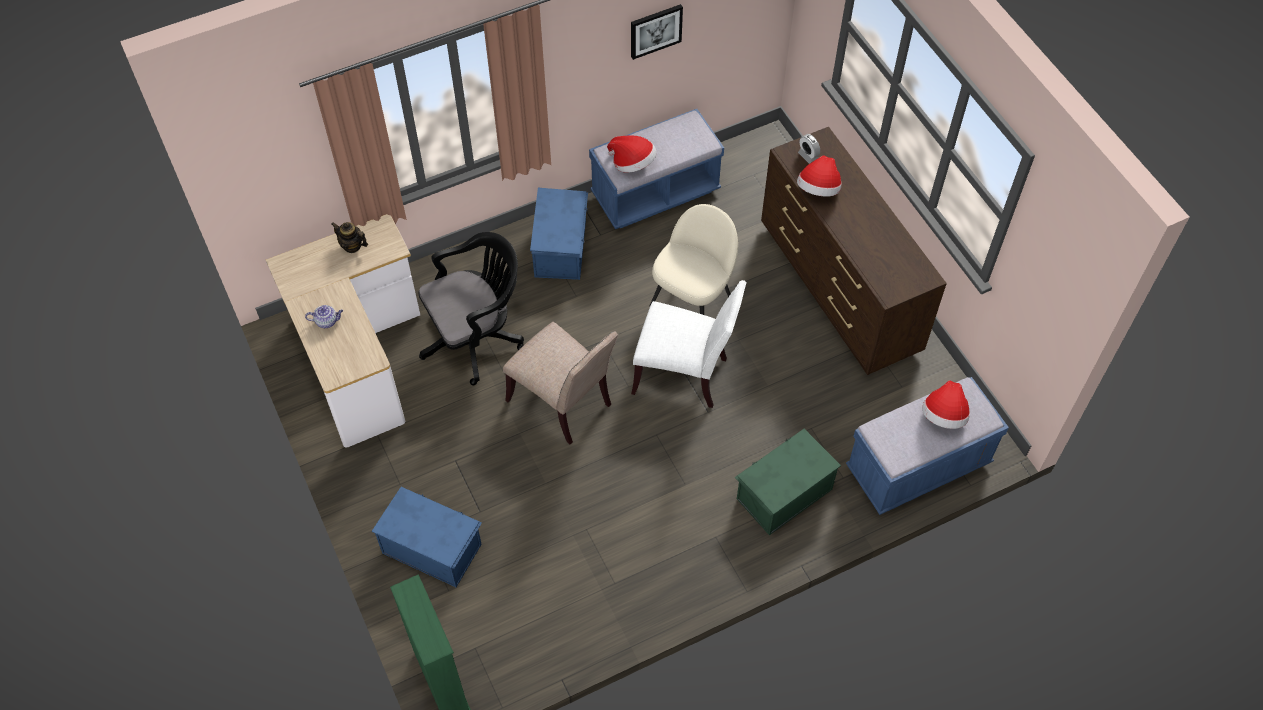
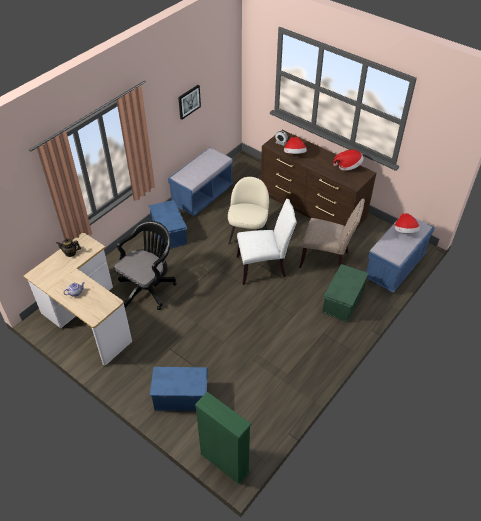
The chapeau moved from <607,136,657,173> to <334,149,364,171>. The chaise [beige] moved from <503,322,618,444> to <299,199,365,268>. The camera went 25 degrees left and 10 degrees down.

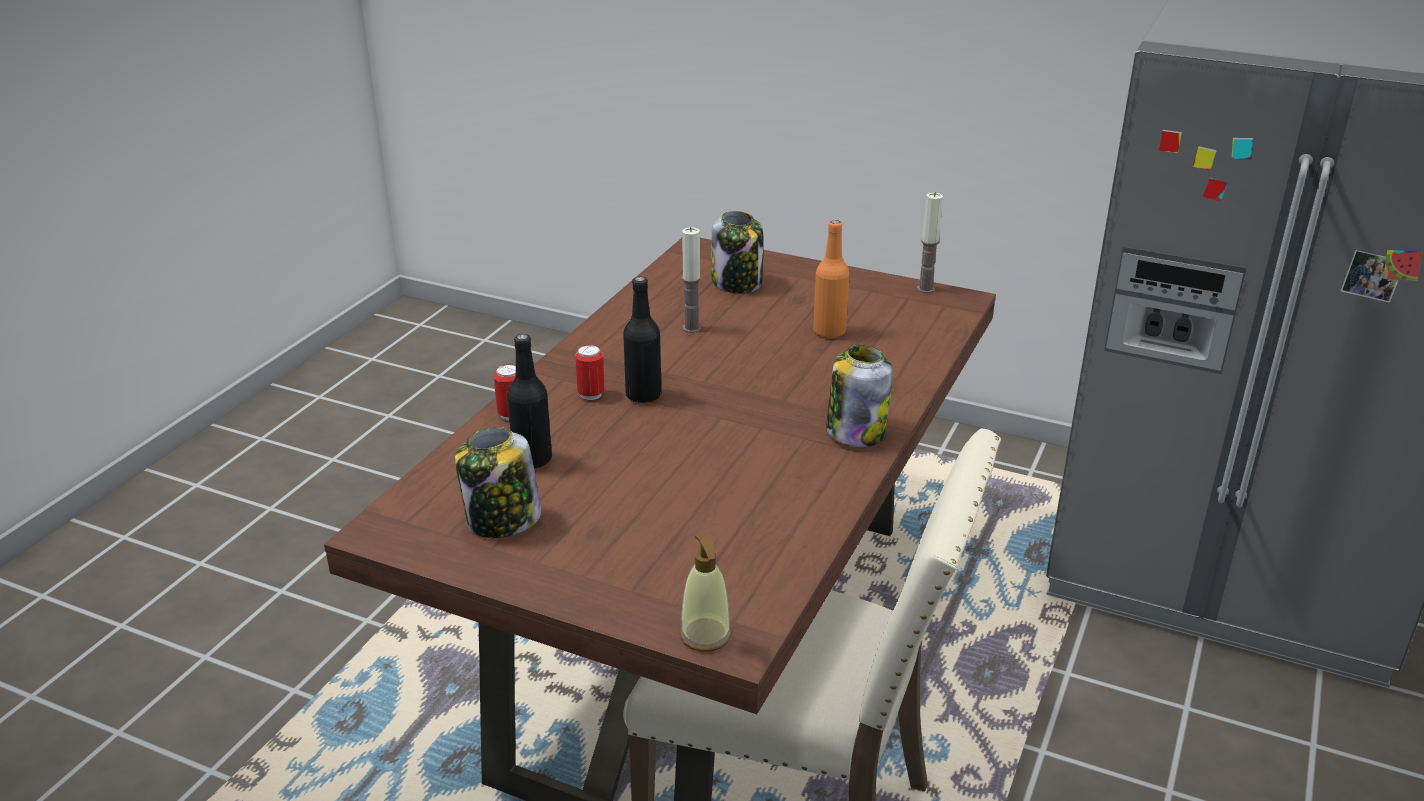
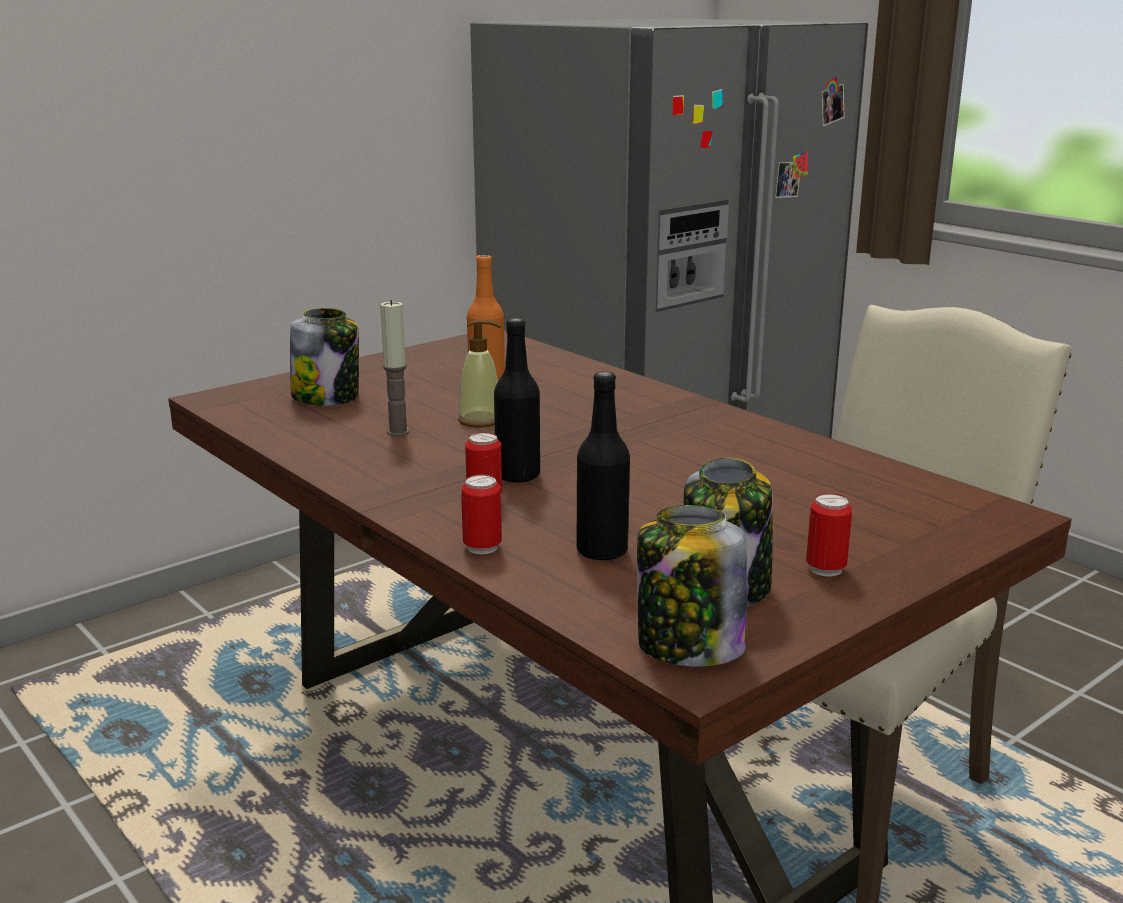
The bougie at <917,192,943,293> disappeared. The bocal moved from <826,345,893,447> to <637,505,747,666>. The distributeur de savon moved from <680,533,732,652> to <458,319,502,427>. The boîte métallique at <806,493,852,577> appeared. The camera went 65 degrees left and 10 degrees down.

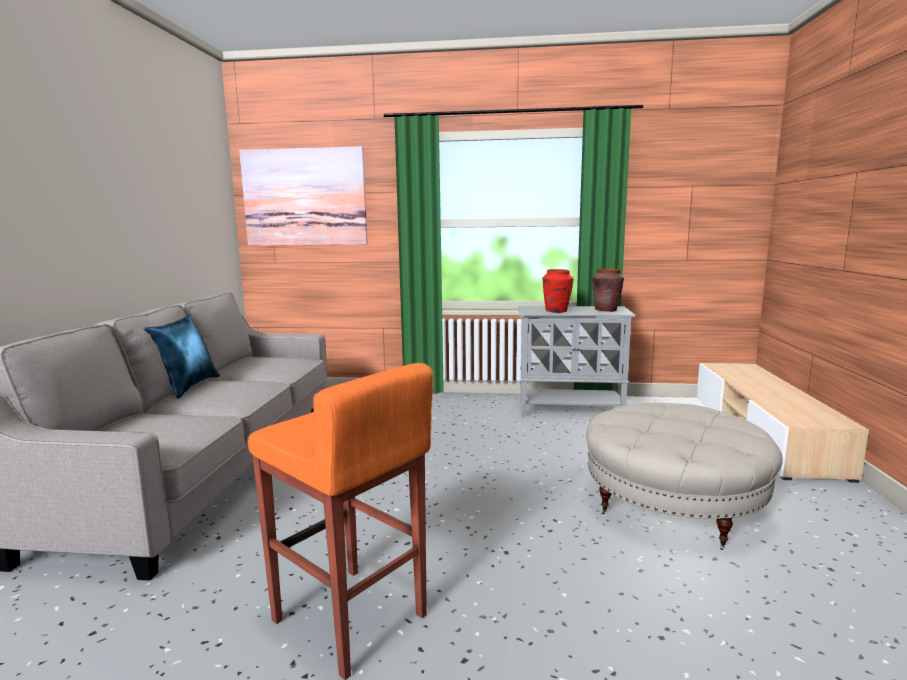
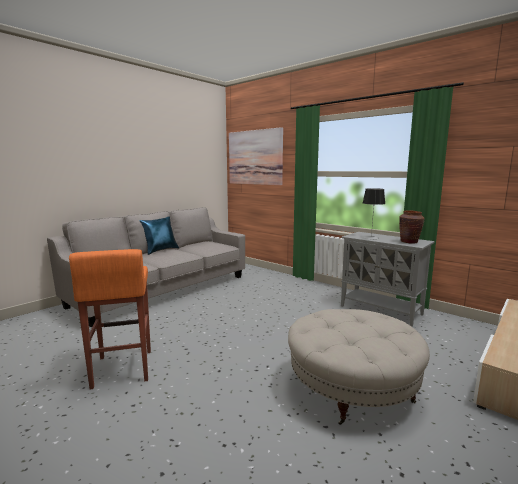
The vase [rouge] at <542,269,574,313> was replaced by the lampe de table at <363,188,385,239>. The camera went 35 degrees right and 0 degrees up.

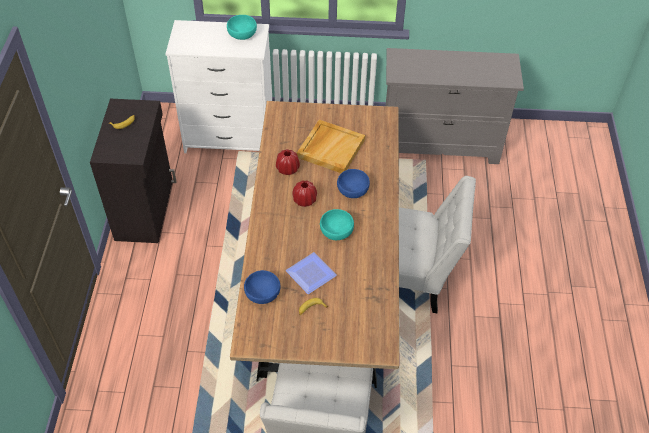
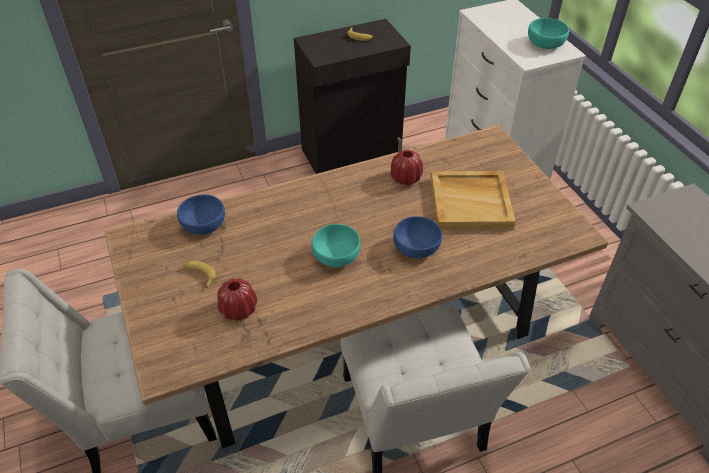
The vase [rouge] moved from <292,180,317,207> to <217,278,257,321>. The assiette at <286,252,337,294> disappeared. The camera went 65 degrees right and 5 degrees down.

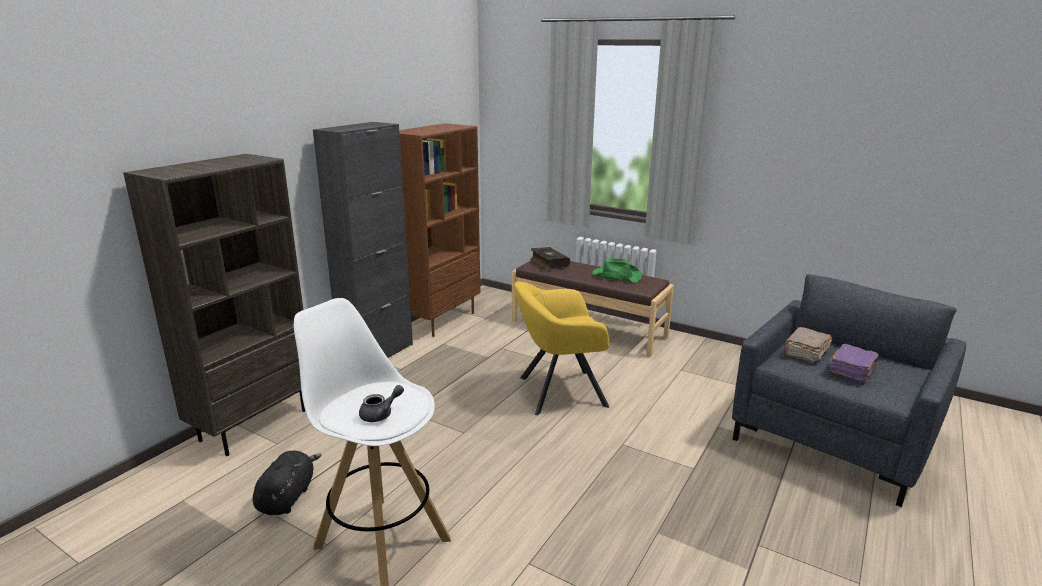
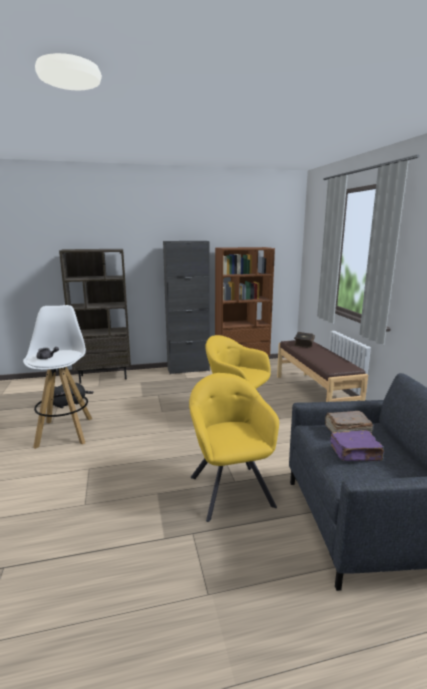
The chapeau [vert] at <592,258,642,282> disappeared. The fauteuil [jaune] at <189,373,279,522> appeared. The camera went 45 degrees right and 5 degrees down.

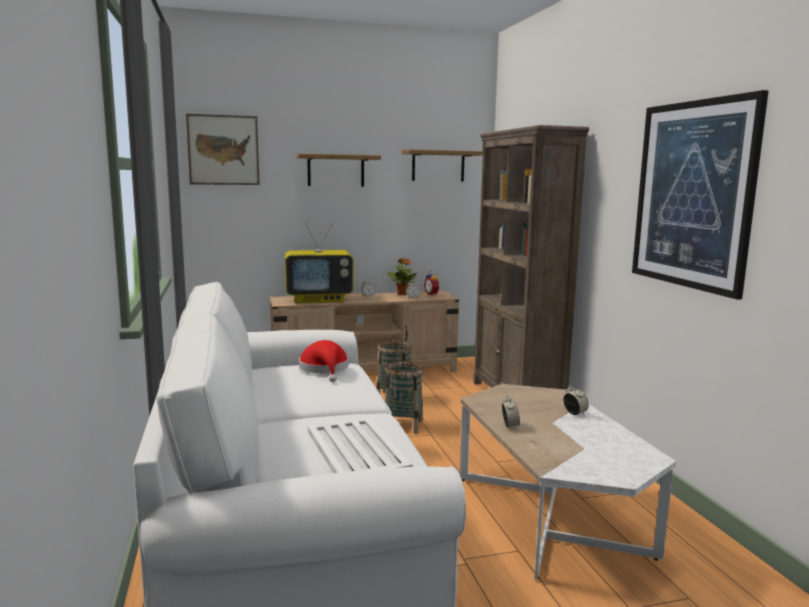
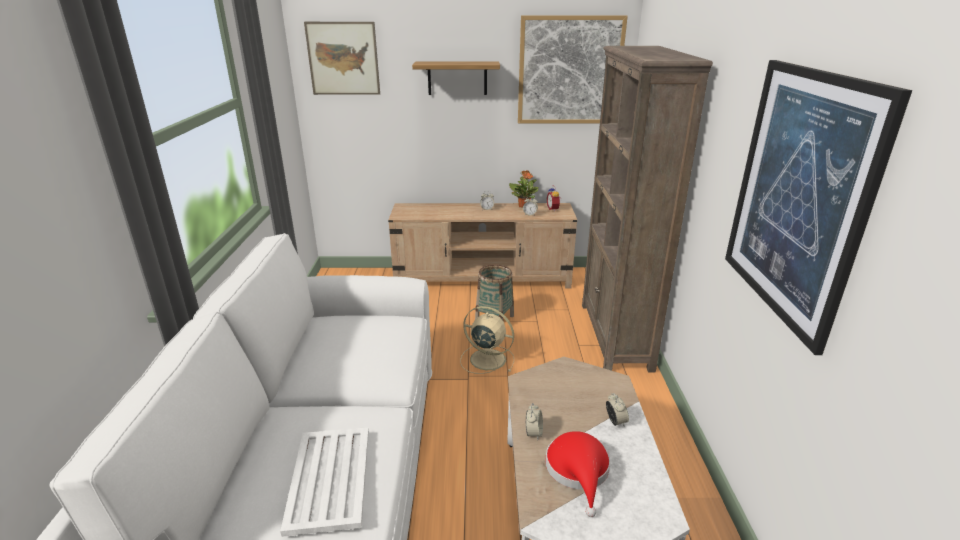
The étagère at <402,149,483,181> was replaced by the tableau at <518,15,628,123>. The téléviseur at <285,223,353,303> disappeared. The chapeau [rouge] moved from <299,340,348,382> to <545,431,610,517>. The panier at <385,361,423,434> was replaced by the ventilateur [beige] at <460,306,514,374>. The camera went 15 degrees right and 15 degrees up.

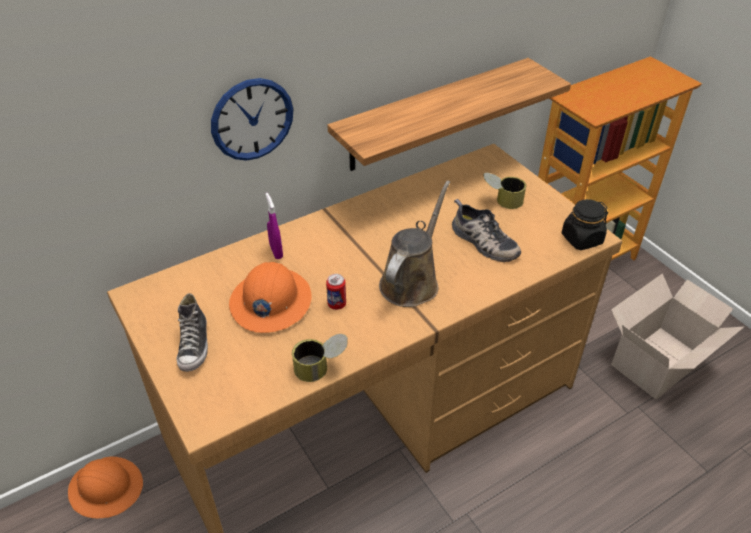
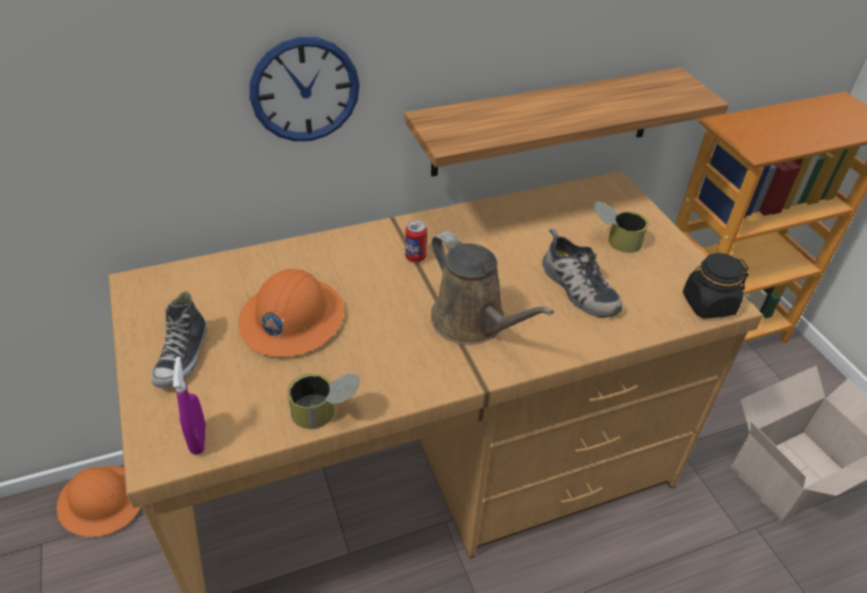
The arrosoir [marron] at <379,181,450,307> turned 105 degrees clockwise. The vaporisateur [violet] moved from <266,193,283,259> to <173,357,206,455>. The boîte métallique moved from <326,274,346,310> to <405,220,427,262>. The camera went 10 degrees right and 0 degrees up.

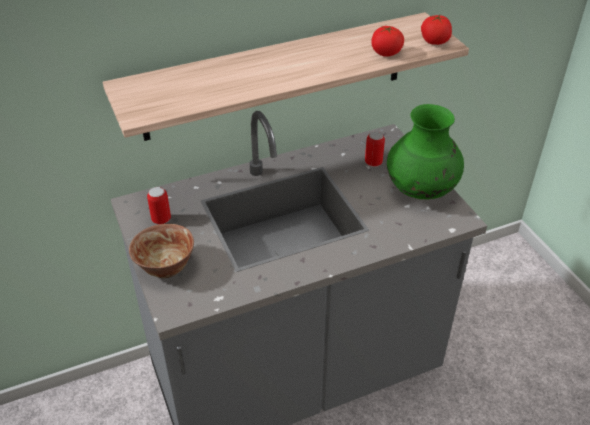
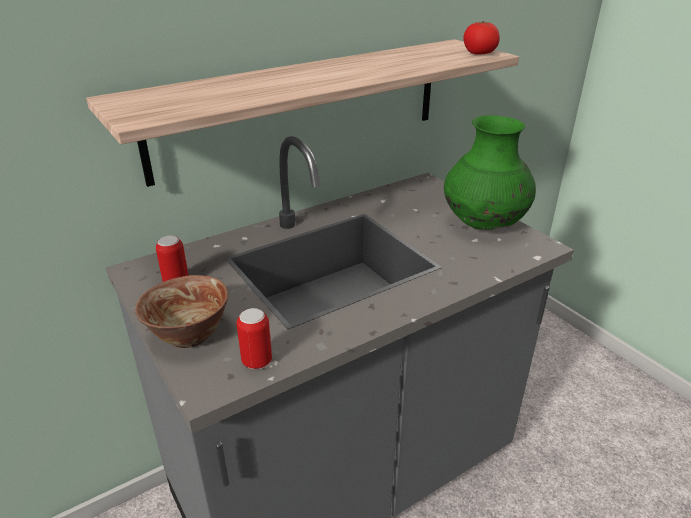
The tomate at <371,26,404,57> disappeared. The boîte métallique moved from <365,131,385,167> to <237,308,272,370>. The camera went 10 degrees left and 10 degrees down.

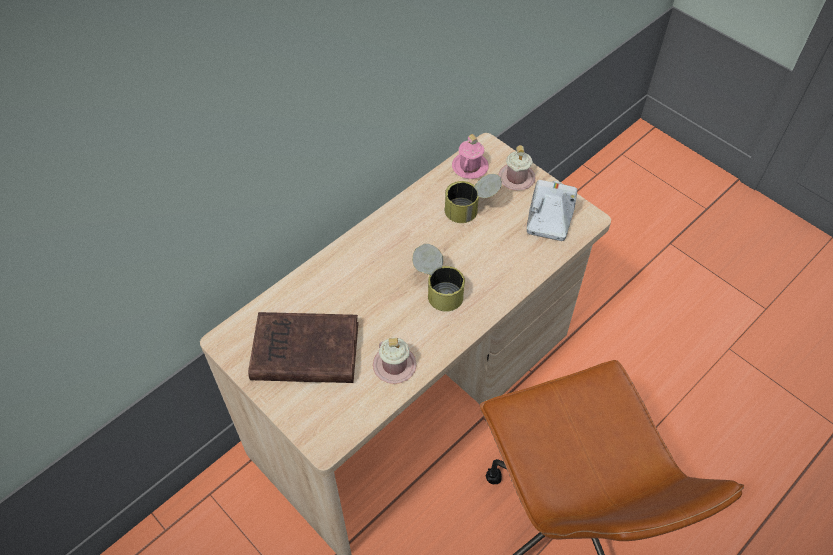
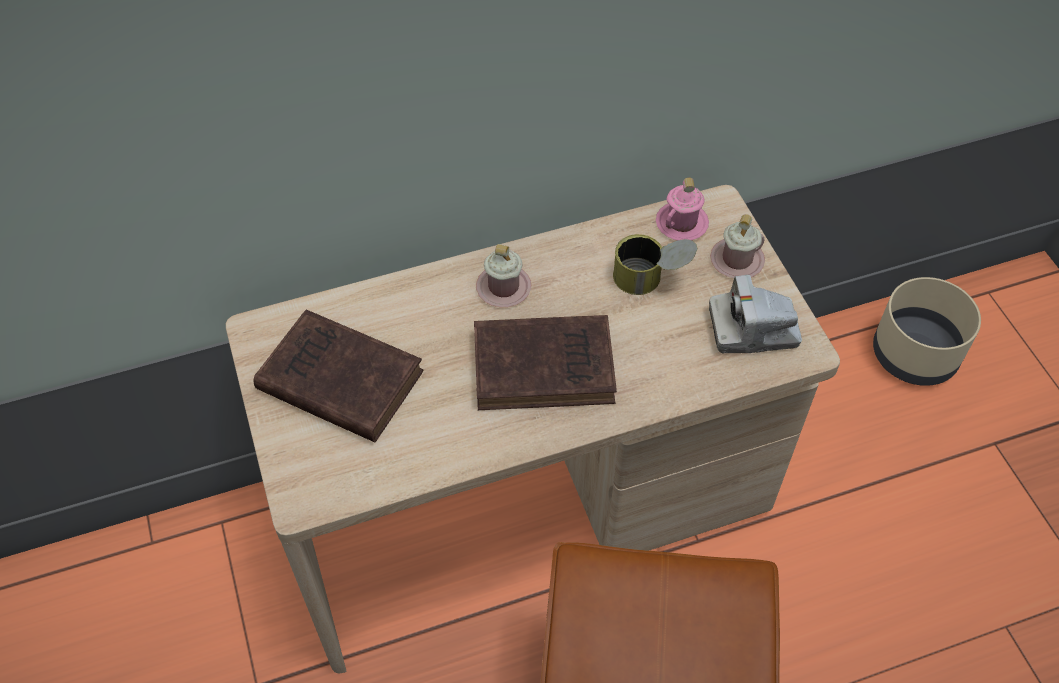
The appareil photo at <527,180,577,241> turned 135 degrees counterclockwise. The boîte métallique at <412,244,465,312> was replaced by the livre [marron] at <474,315,617,410>. The mug [rose] moved from <373,338,417,384> to <476,244,531,307>. The cache-pot [beige] at <873,277,981,386> appeared. The camera went 25 degrees right and 0 degrees up.

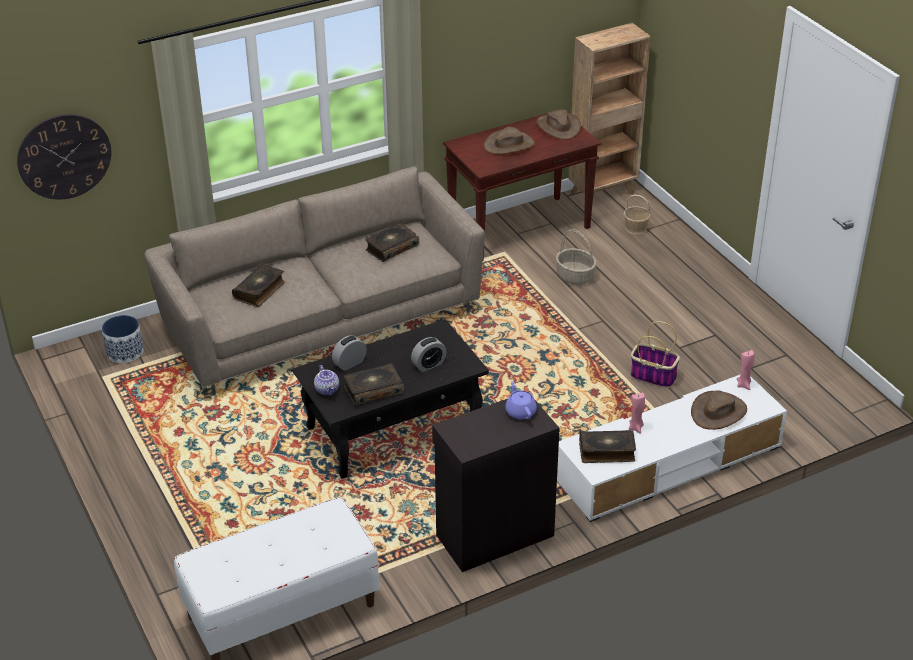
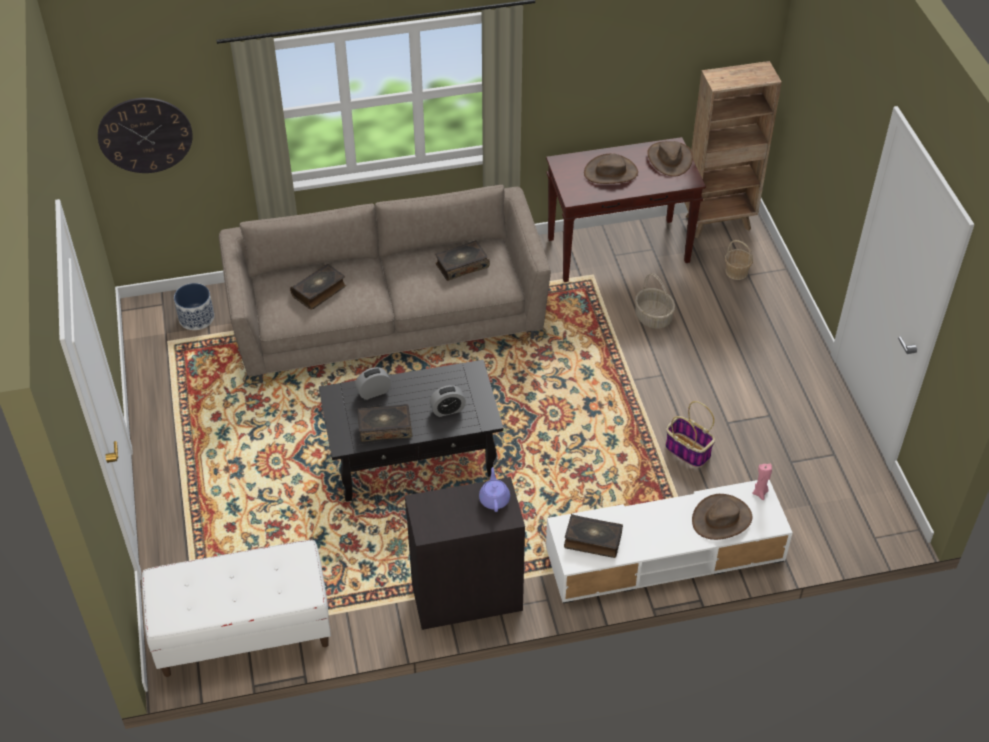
The théière at <314,365,339,396> disappeared. The bougie [rose] at <629,393,645,434> disappeared. The camera went 15 degrees right and 10 degrees up.

